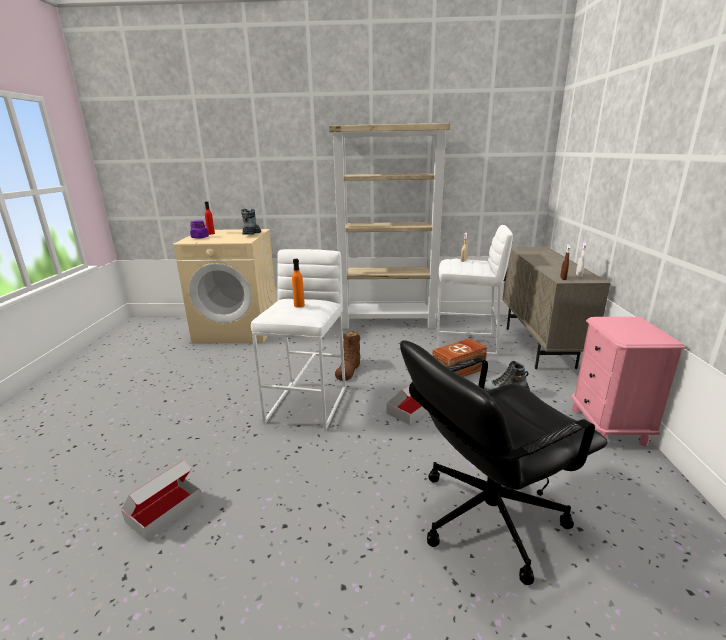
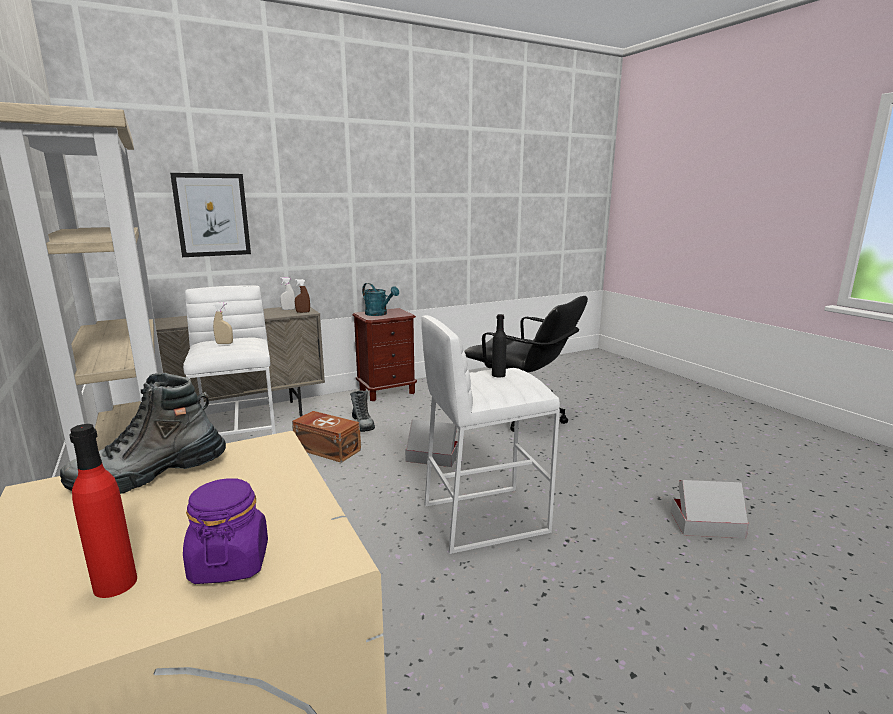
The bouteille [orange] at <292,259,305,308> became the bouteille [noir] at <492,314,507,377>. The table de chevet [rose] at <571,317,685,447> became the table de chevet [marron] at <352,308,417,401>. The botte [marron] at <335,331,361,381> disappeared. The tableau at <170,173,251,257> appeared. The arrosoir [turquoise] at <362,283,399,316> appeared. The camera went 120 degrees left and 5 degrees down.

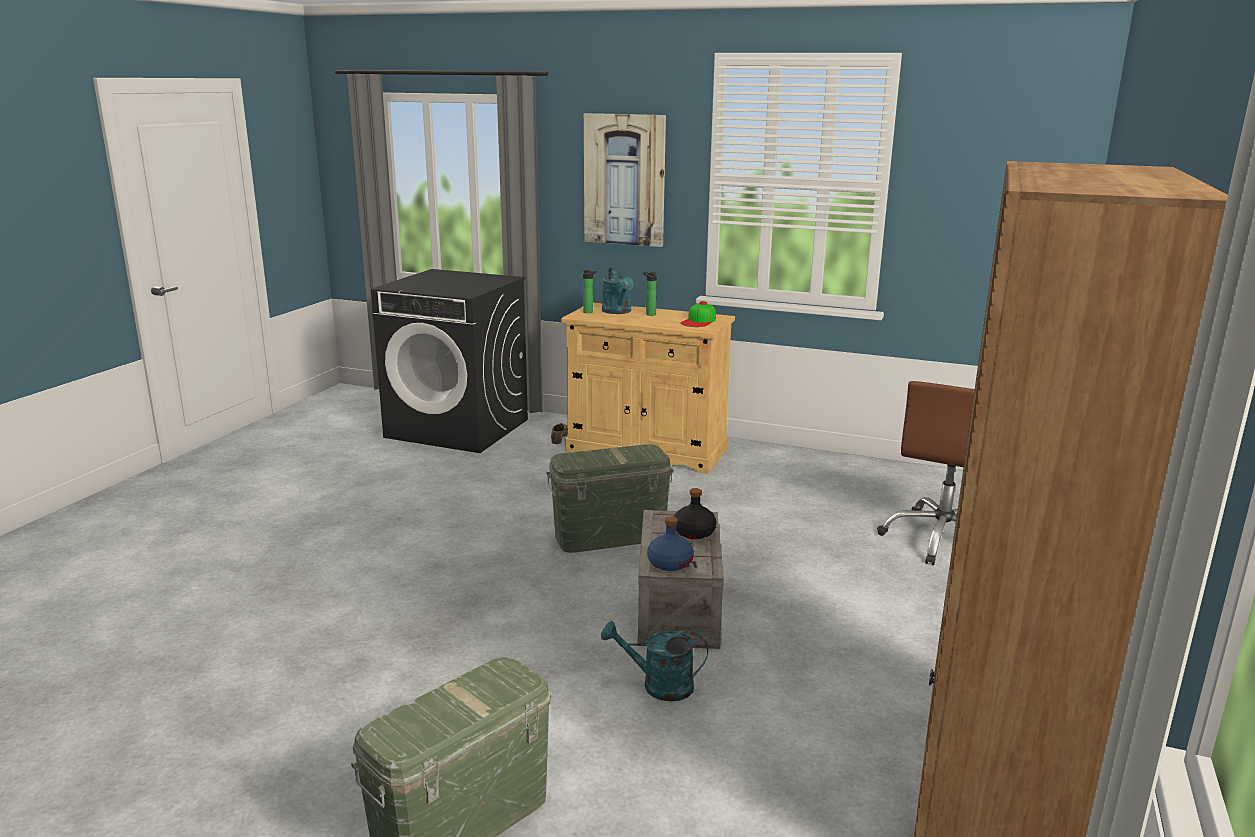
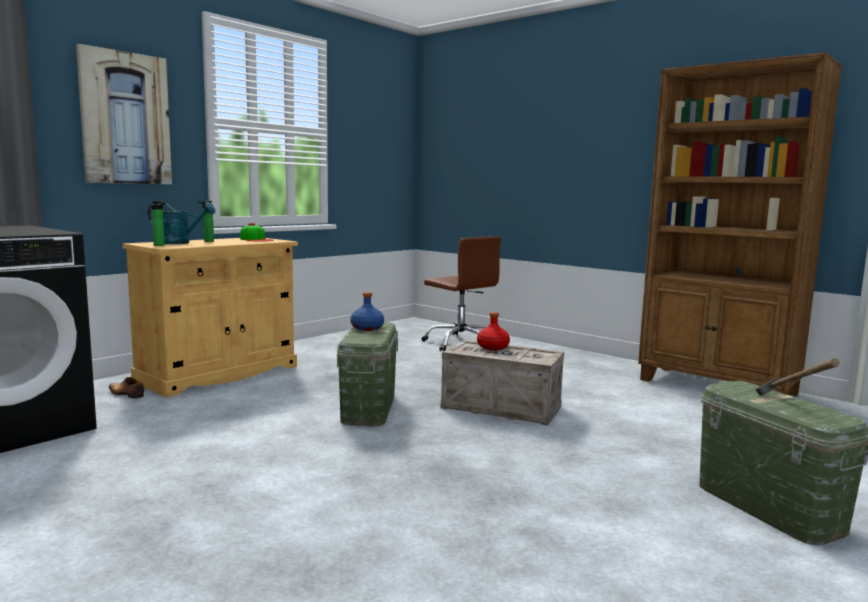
The bouteille [noir] at <674,488,716,539> became the bouteille [rouge] at <477,312,510,350>. The bouteille [bleu] moved from <647,516,694,571> to <350,292,384,331>. The arrosoir [turquoise] at <601,621,708,702> disappeared. The marteau at <756,358,840,396> appeared. The camera went 70 degrees left and 10 degrees down.

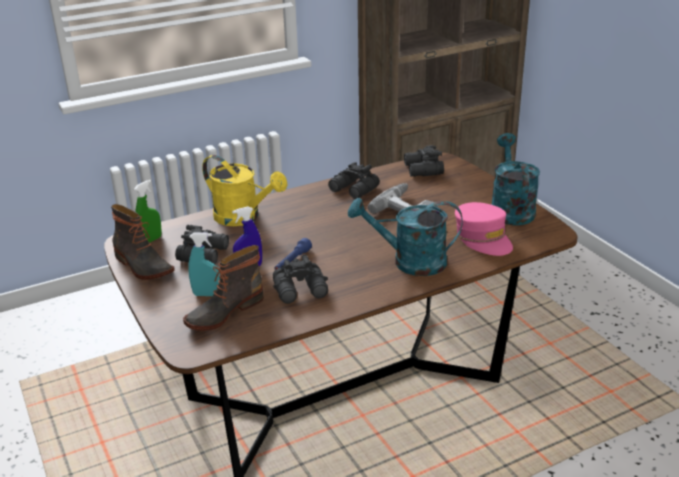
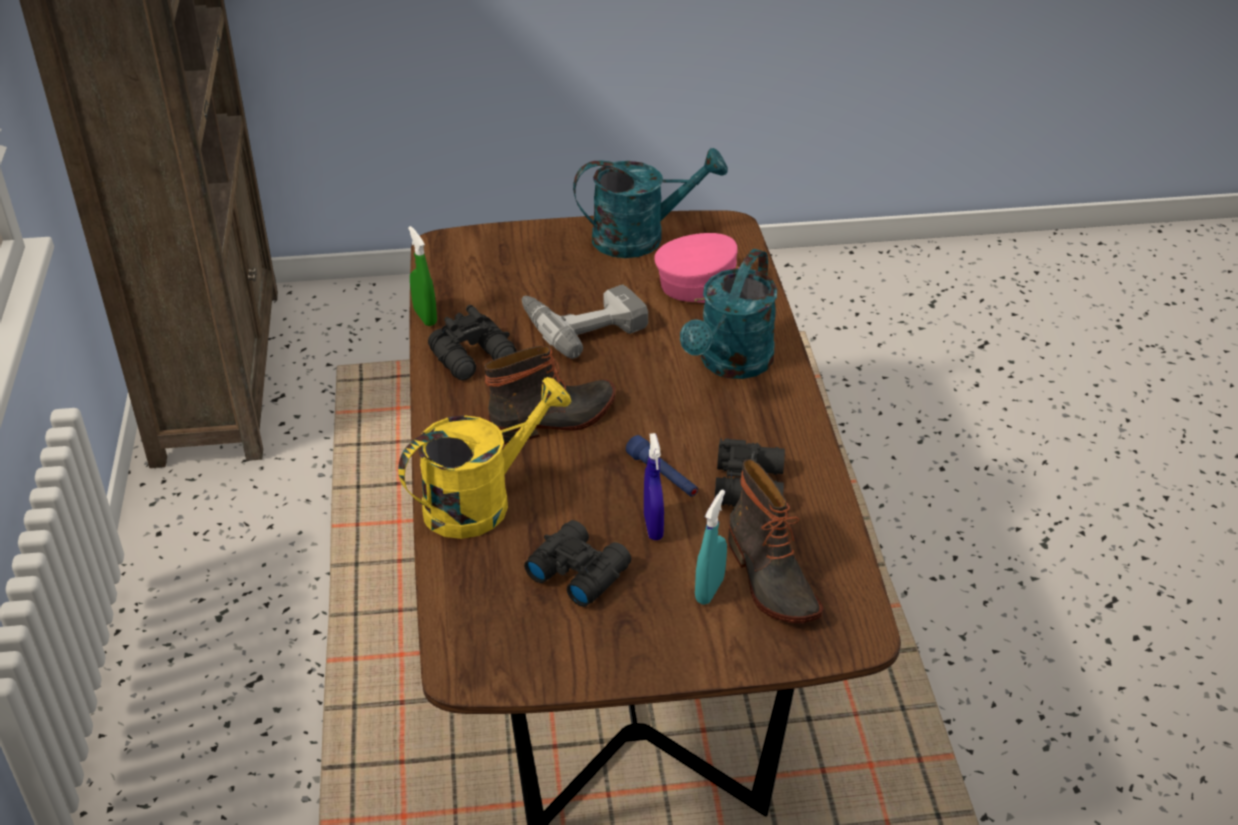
The arrosoir [turquoise] at <491,133,540,226> turned 150 degrees clockwise. The jumelles [noir] at <404,145,444,177> disappeared. The vaporisateur [vert] moved from <134,180,162,243> to <408,226,437,326>. The botte moved from <111,204,175,280> to <484,346,615,444>. The camera went 70 degrees left and 10 degrees up.

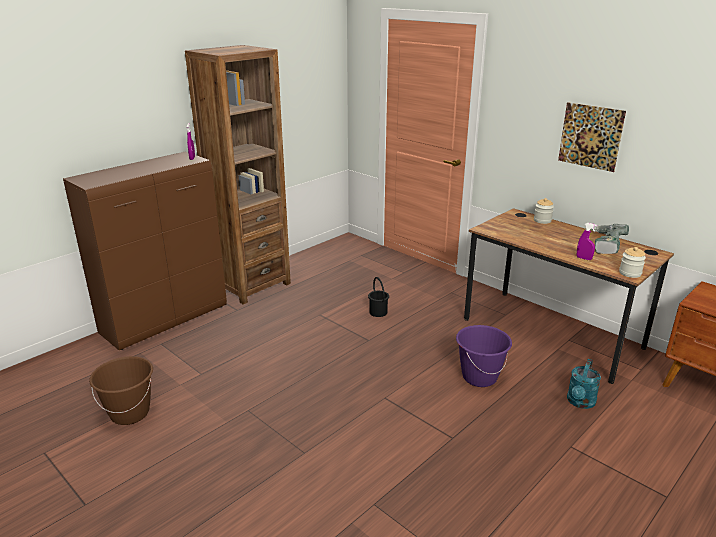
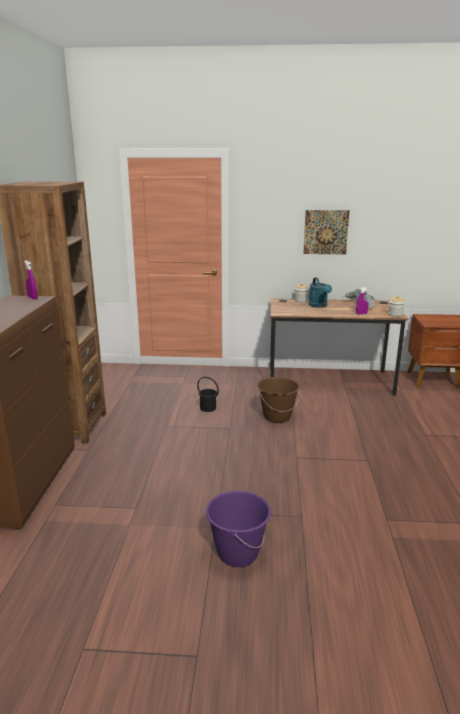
The seau [violet] moved from <456,325,512,387> to <206,491,271,567>. The seau [marron] moved from <89,356,153,425> to <257,377,300,423>. The arrosoir [turquoise] moved from <567,359,601,409> to <309,278,332,308>. The camera went 40 degrees left and 5 degrees down.

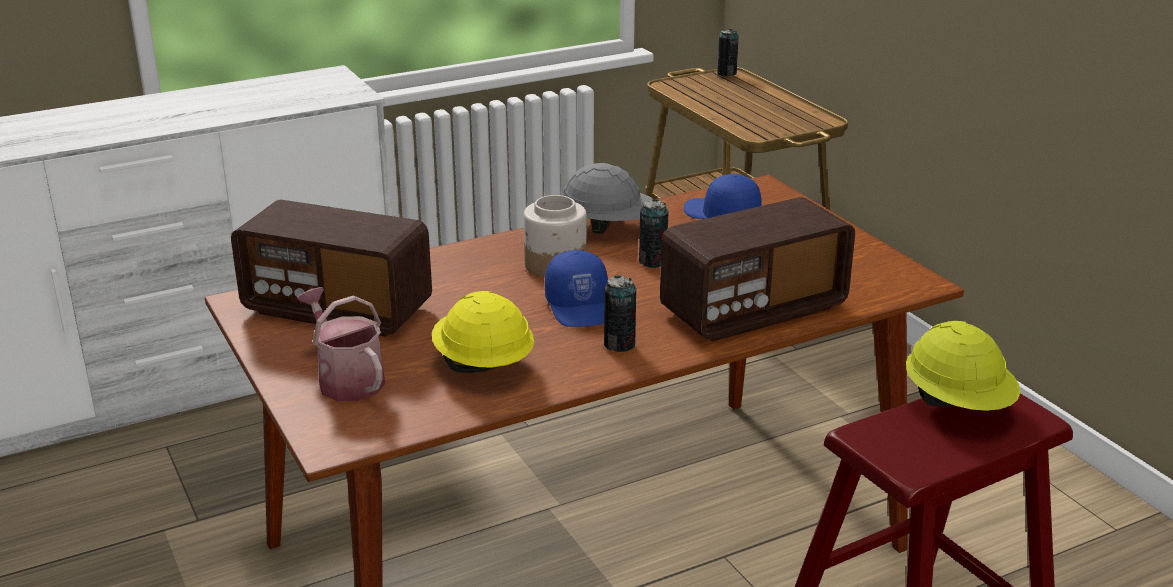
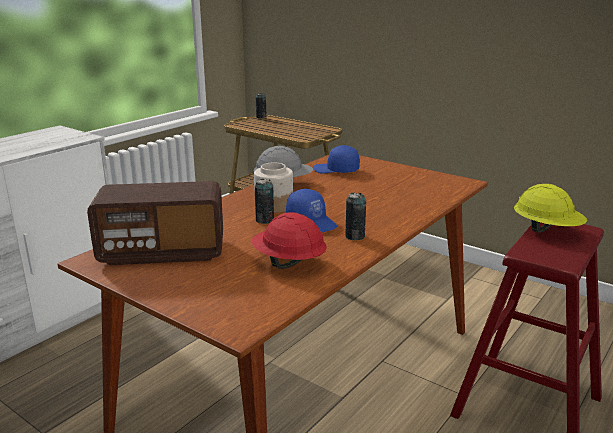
The radio at <660,197,855,342> disappeared. The boîte métallique moved from <639,199,668,268> to <255,179,274,224>. The arrosoir at <297,287,385,401> disappeared. The casque de chantier [jaune] at <432,291,534,373> became the casque de chantier [rouge] at <252,212,327,269>. The camera went 25 degrees left and 5 degrees down.

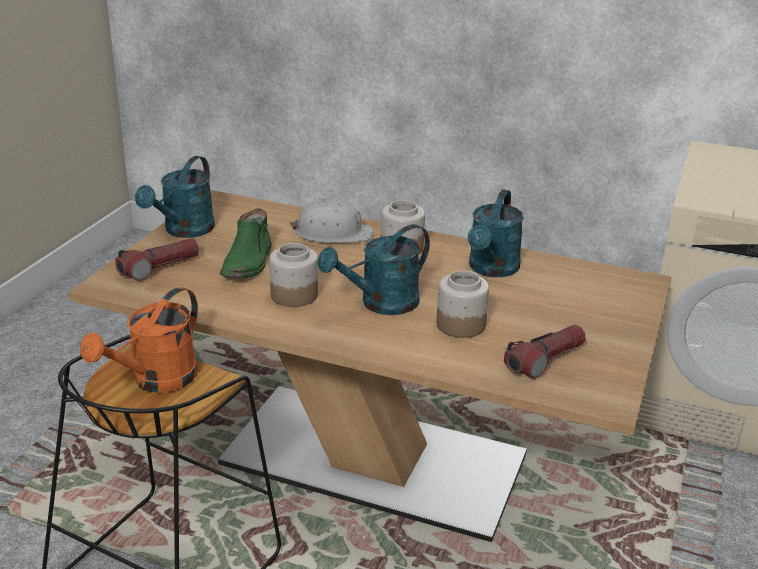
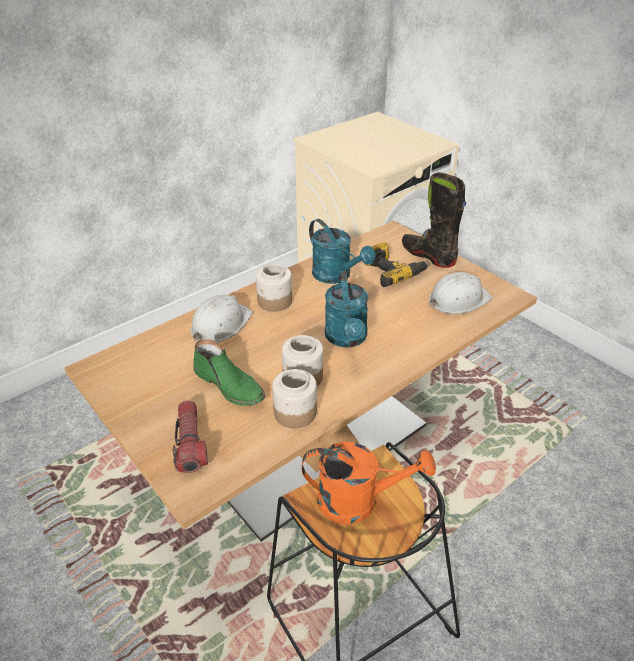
The arrosoir [turquoise] at <135,156,215,238> disappeared. The bocal moved from <437,270,489,338> to <272,369,317,428>. The arrosoir [orange] at <80,287,198,393> turned 60 degrees counterclockwise. The lampe de poche at <504,325,586,379> was replaced by the casque de chantier [blanc] at <429,272,492,314>. The botte [noir] at <402,172,466,268> appeared. The perceuse at <365,242,429,287> appeared. The camera went 60 degrees left and 10 degrees up.

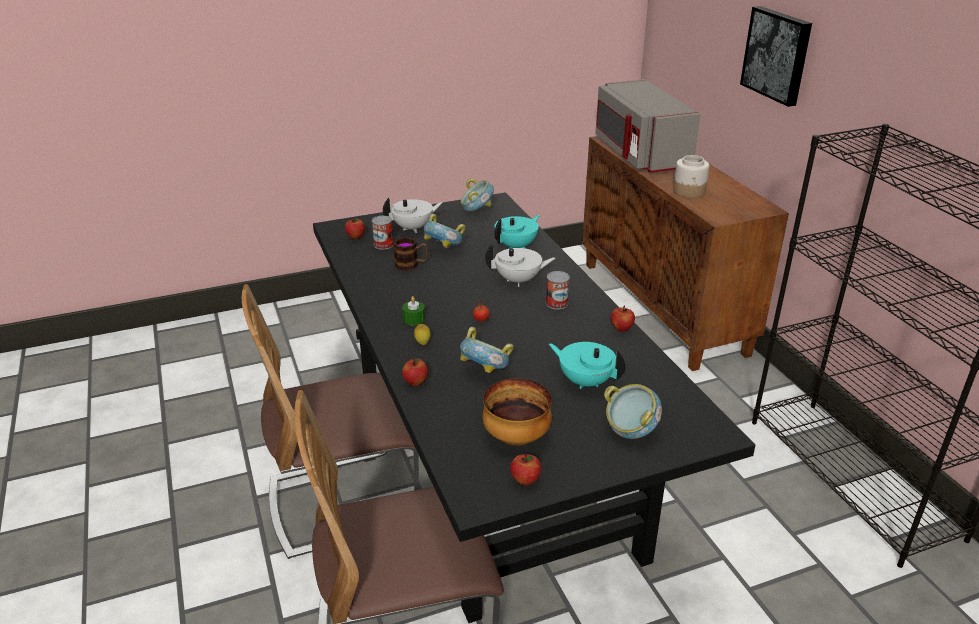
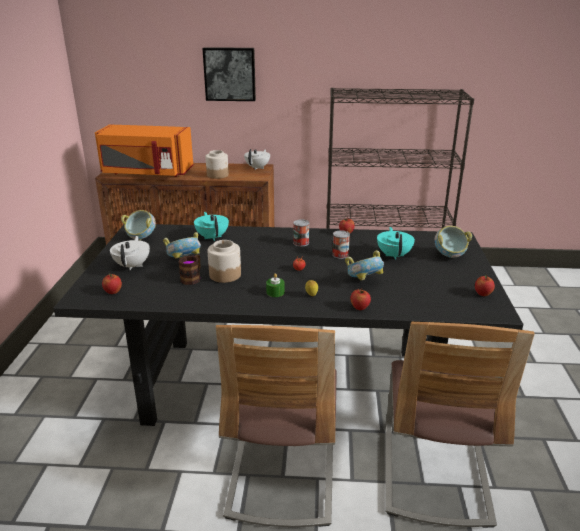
The micro-ondes [gris] at <595,79,700,173> became the micro-ondes [orange] at <95,124,193,177>. The boîte métallique moved from <372,216,394,249> to <332,230,350,259>. The théière [blanc] moved from <485,244,556,287> to <244,149,270,170>. The théière [turquoise] at <549,342,626,389> turned 120 degrees clockwise. The bol at <483,379,552,446> disappeared. The bocal at <208,240,241,283> appeared. The camera went 65 degrees left and 5 degrees down.

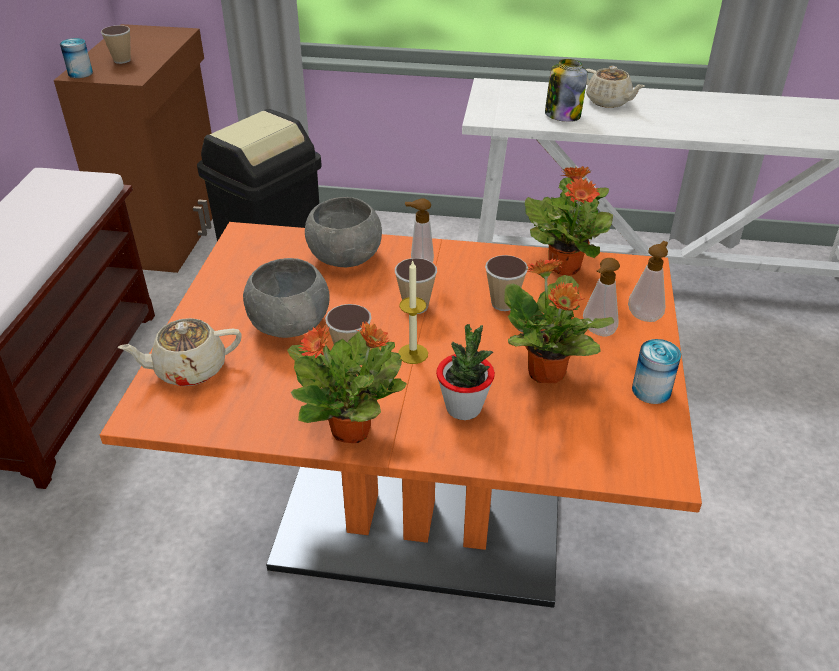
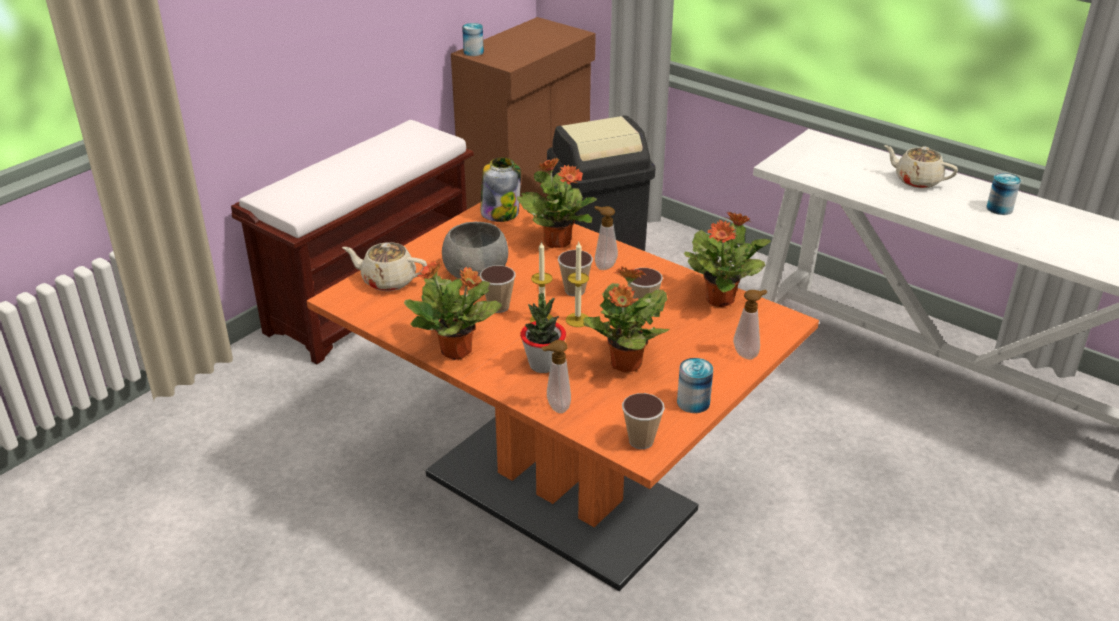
The tasse moved from <101,25,131,64> to <622,393,665,449>. The bocal moved from <545,59,587,122> to <481,157,521,222>. The théière [beige] at <586,66,645,108> turned 135 degrees clockwise. The bol [gris] at <305,197,382,267> was replaced by the plante en pot at <517,157,597,248>. The distributeur de savon moved from <583,258,620,337> to <541,340,571,413>. The boîte métallique at <986,173,1021,215> appeared. The bougie at <566,242,589,327> appeared. The camera went 30 degrees right and 5 degrees down.

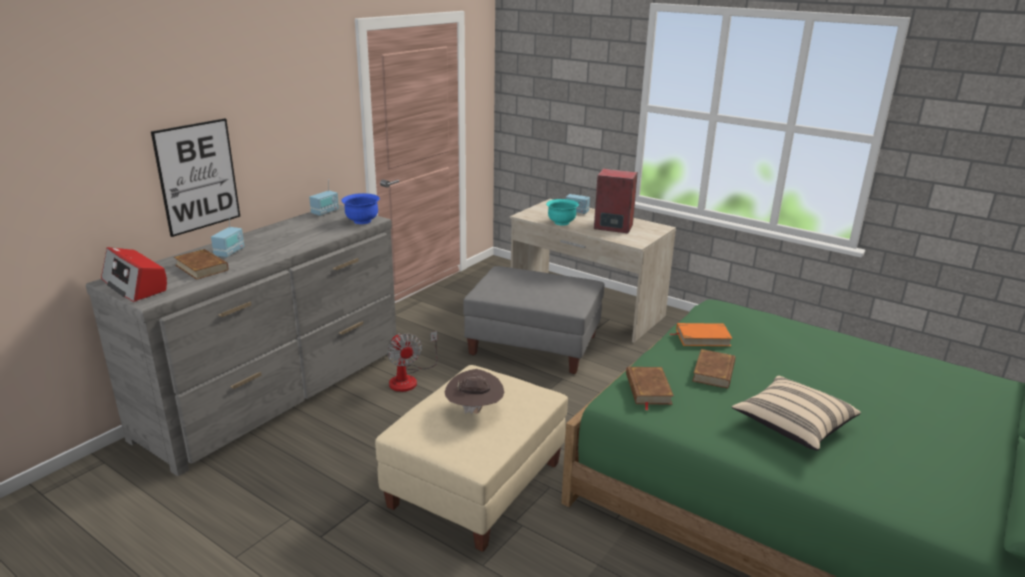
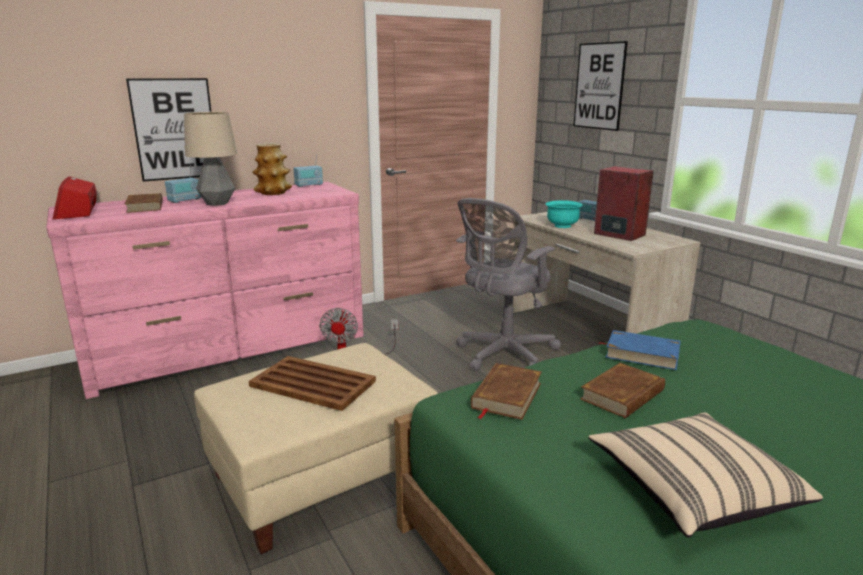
The bol [bleu] at <341,193,380,224> disappeared. The commode [gris] at <86,205,396,476> became the commode [rose] at <46,182,364,399>. The pouf [gris] at <463,266,604,374> was replaced by the chaise de bureau [gris] at <456,198,561,371>. The livre [orange] at <669,323,733,346> became the livre [bleu] at <599,330,681,370>. The chapeau [marron] at <445,369,504,414> was replaced by the plateau [marron] at <249,356,376,411>. The tableau at <574,41,628,131> appeared. The lampe de table at <184,112,237,206> appeared. The vase at <253,143,292,195> appeared. The camera went 25 degrees right and 5 degrees down.

